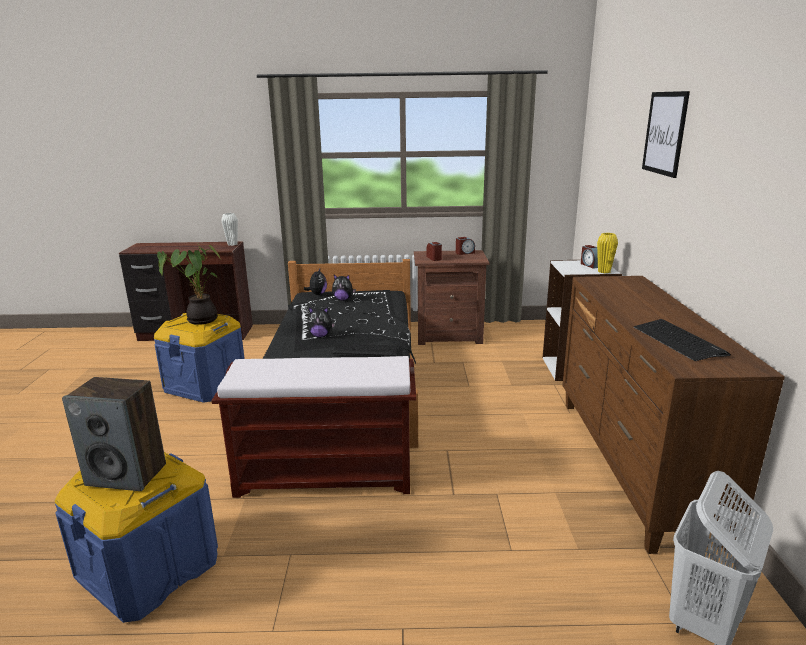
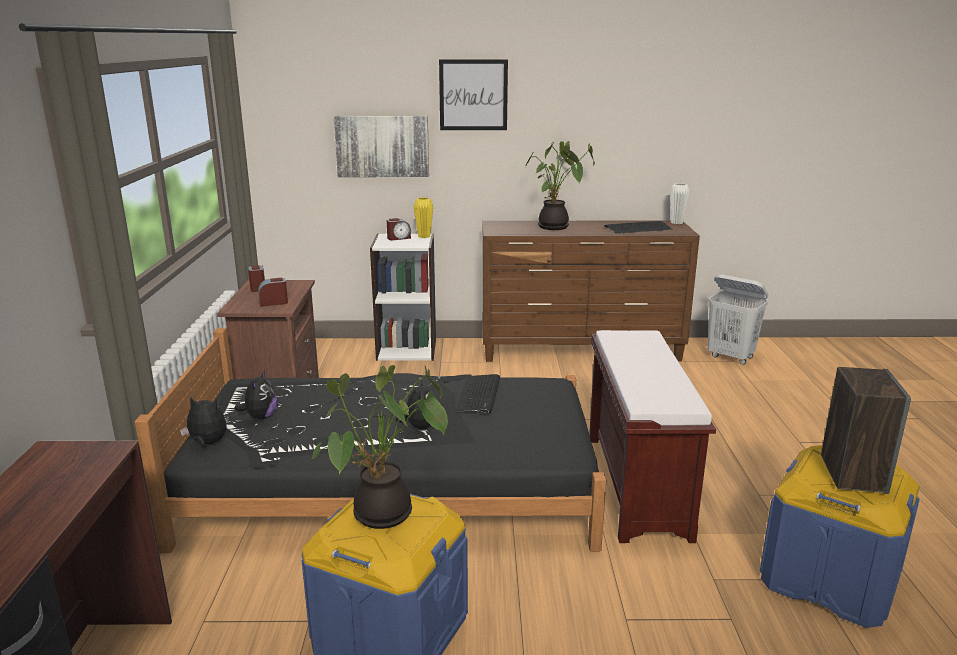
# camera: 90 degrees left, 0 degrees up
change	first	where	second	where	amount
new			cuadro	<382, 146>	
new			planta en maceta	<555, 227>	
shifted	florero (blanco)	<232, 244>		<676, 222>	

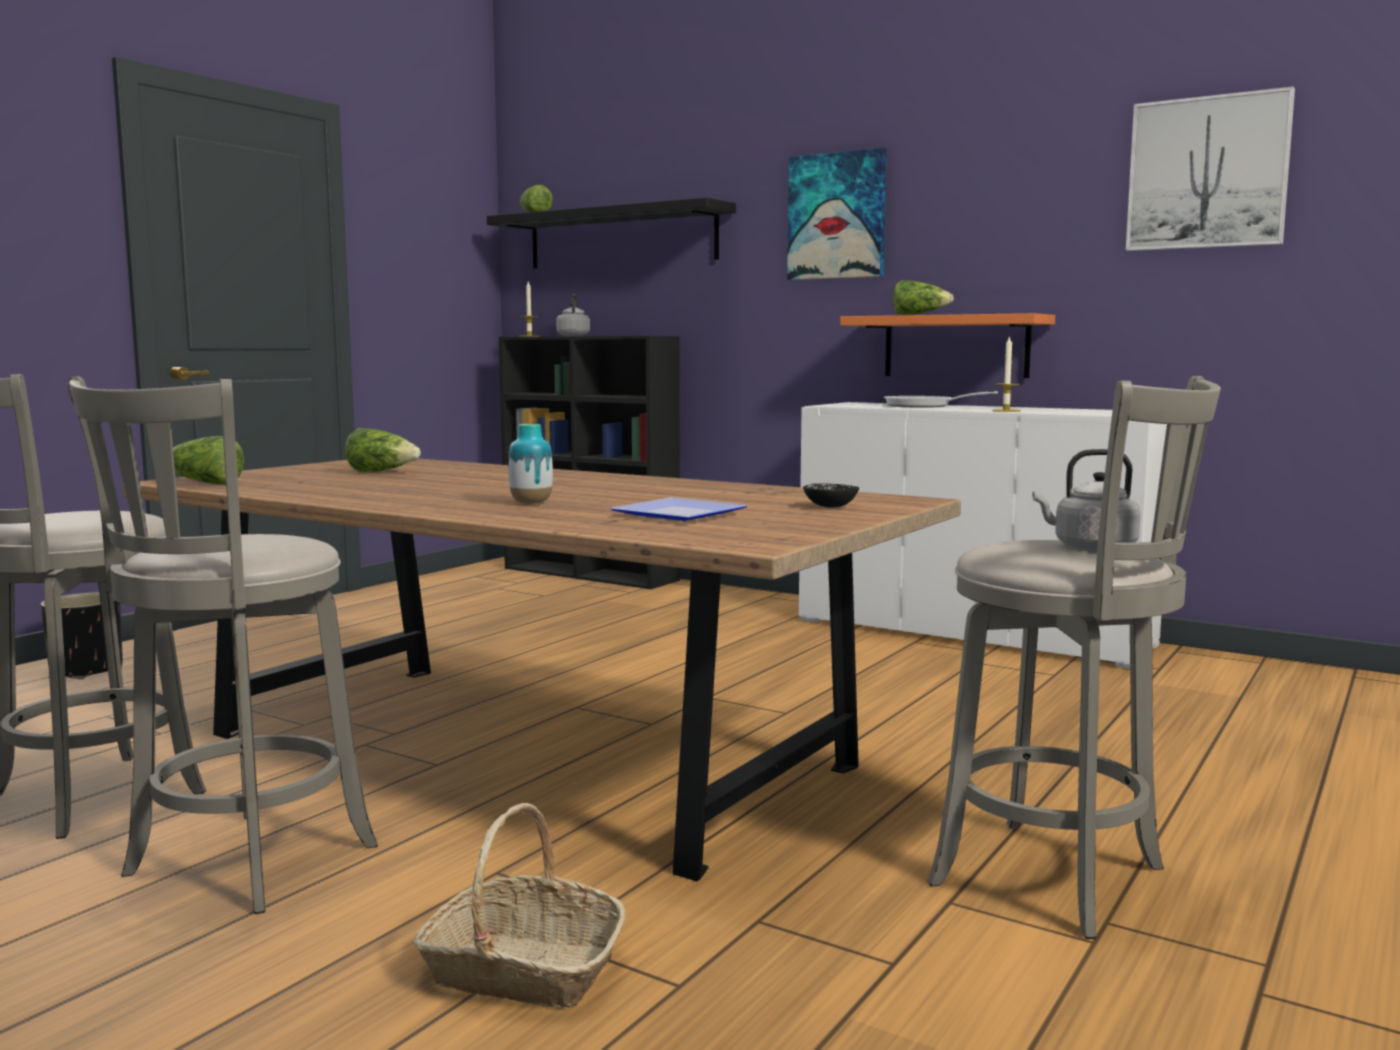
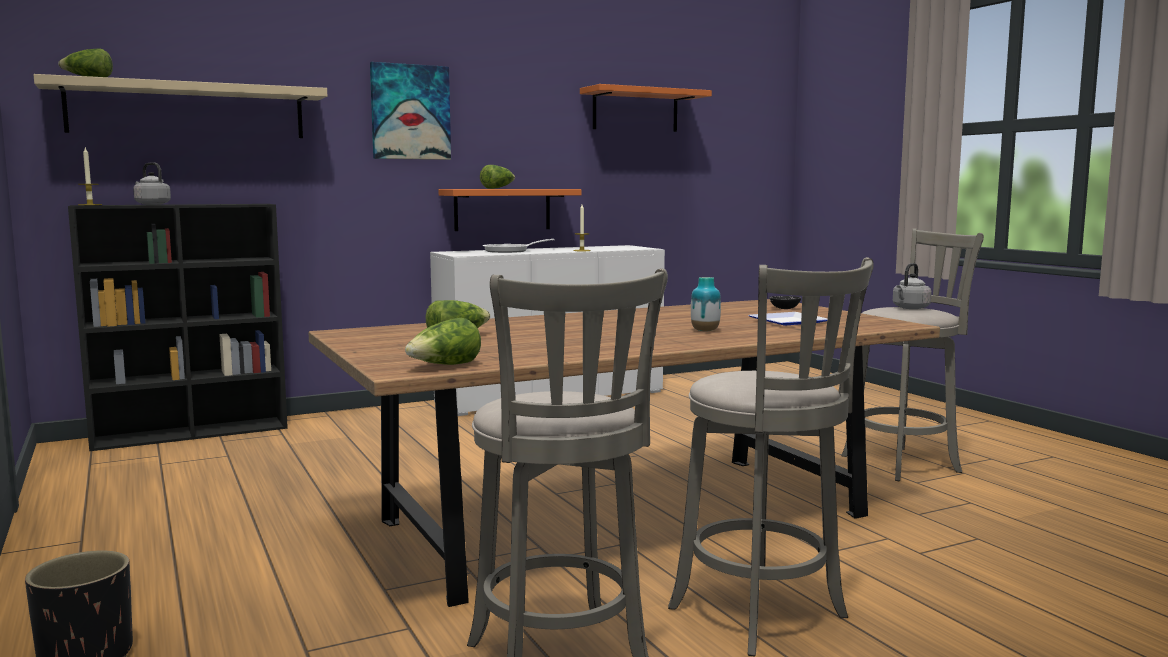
# camera: 60 degrees left, 0 degrees up
change	first	where	second	where	amount
gone	cesta	<522, 969>			
swapped	cuadro	<1207, 173>	estante (naranja)	<635, 110>	
repainted	estante (negro)	<621, 238>	estante (beis)	<188, 111>	

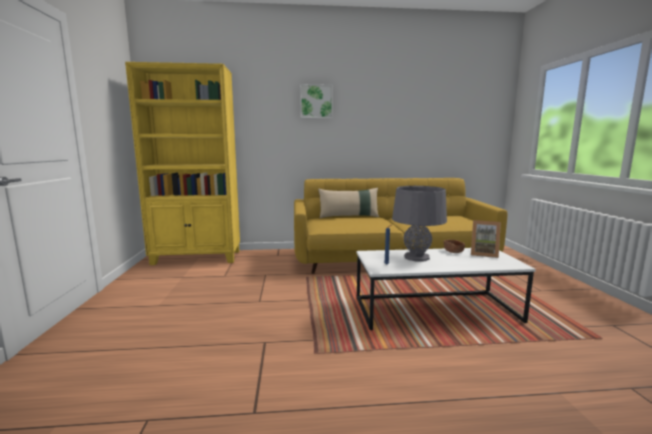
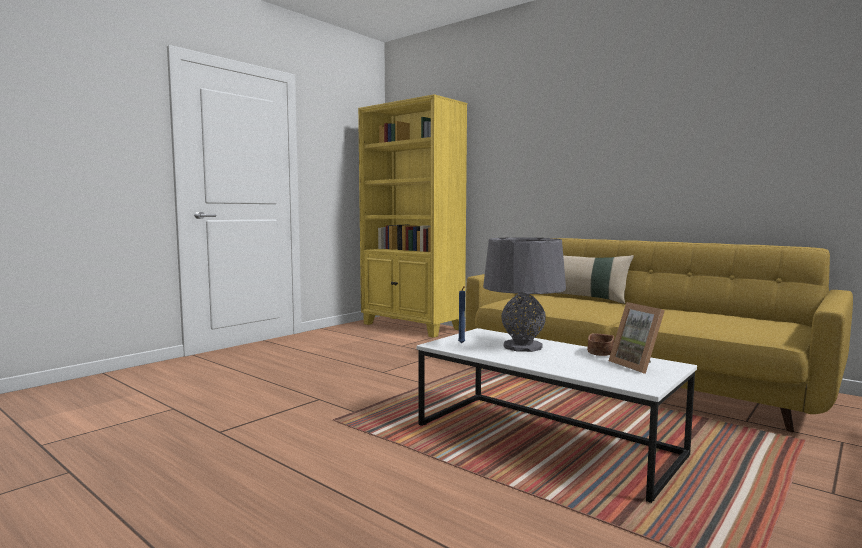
# camera: 45 degrees right, 5 degrees down
change	first	where	second	where	amount
gone	cuadro	<316, 101>			

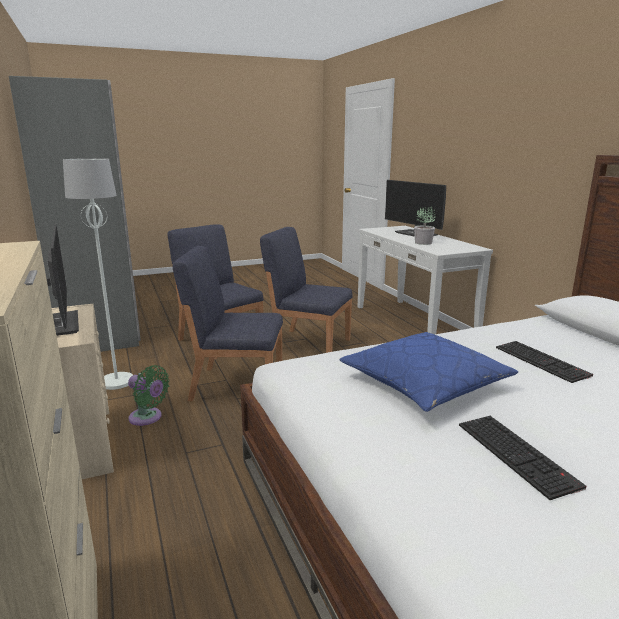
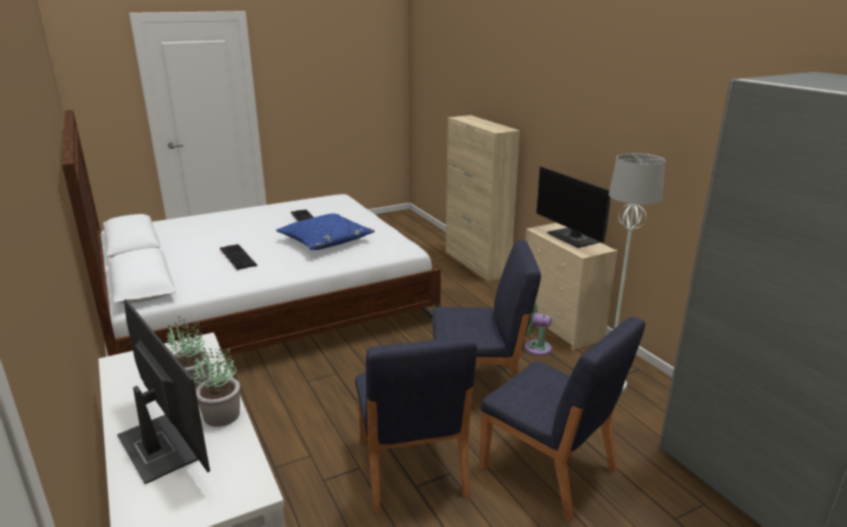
# camera: 175 degrees right, 5 degrees up
change	first	where	second	where	amount
new			planta en maceta	<222, 415>	
rotated	silla (azul)	<308, 344>		<411, 468>	60 degrees clockwise

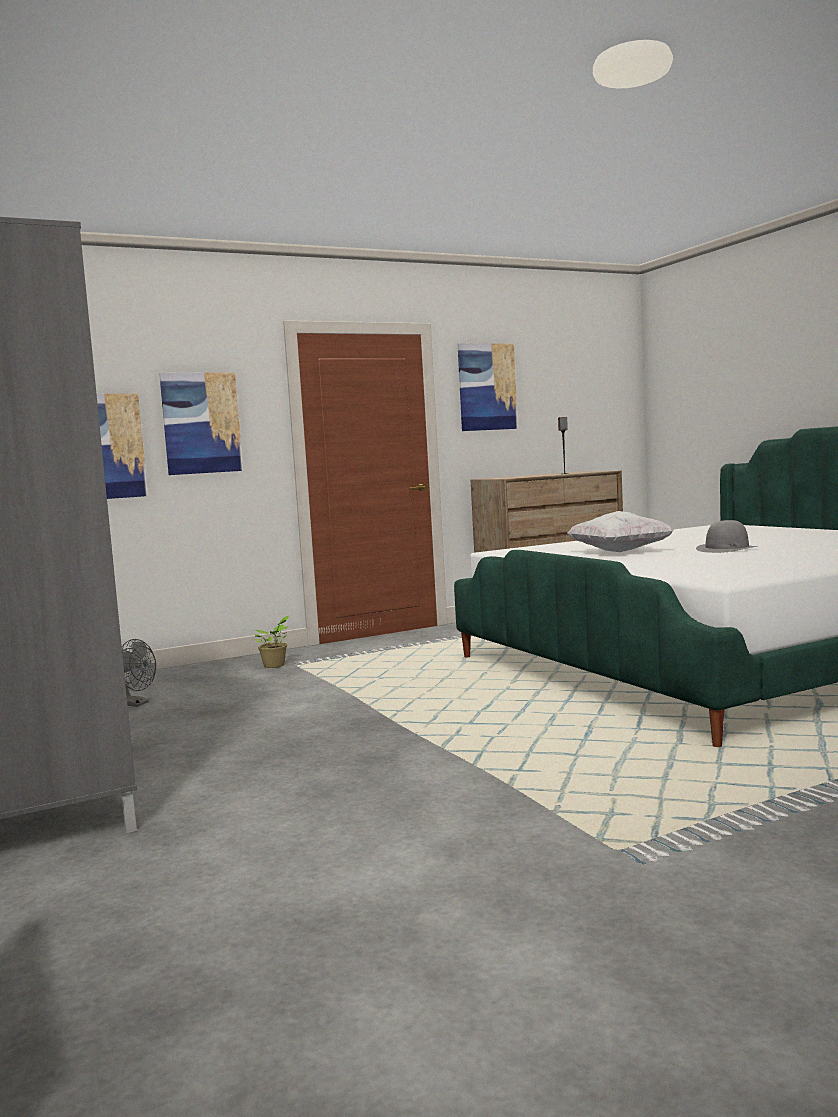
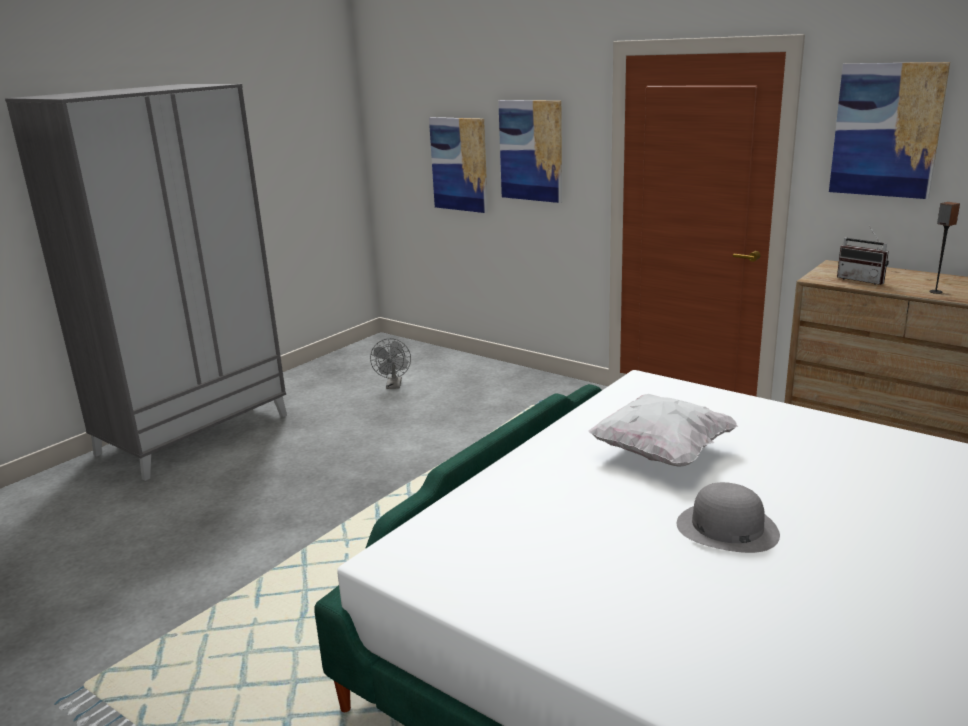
# camera: 65 degrees right, 15 degrees up
change	first	where	second	where	amount
gone	planta en maceta	<275, 666>			
new			radio	<863, 280>	

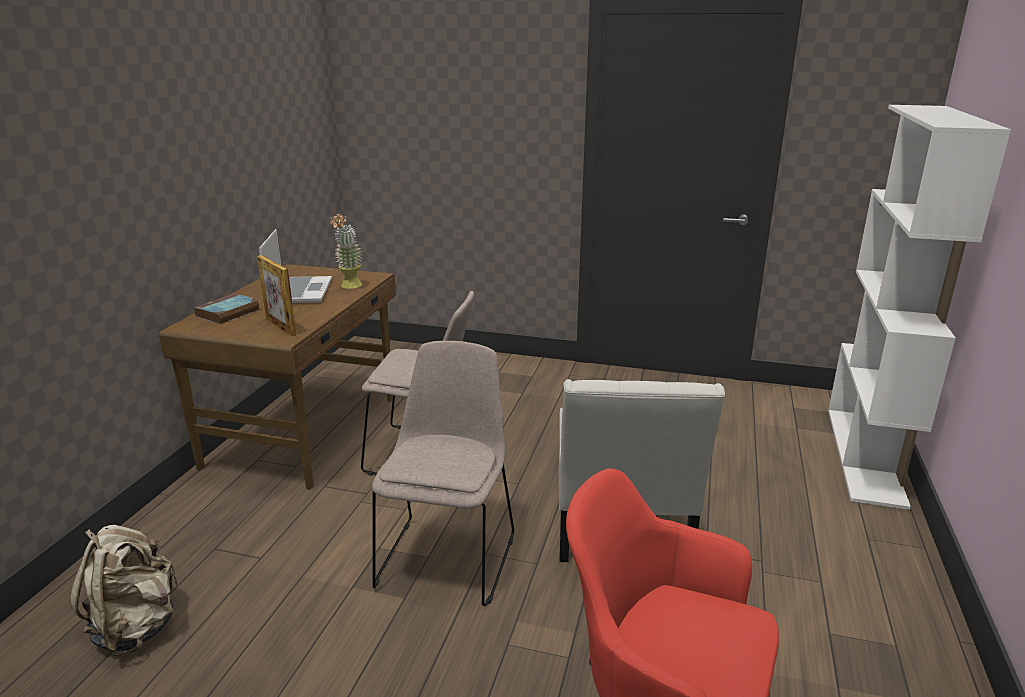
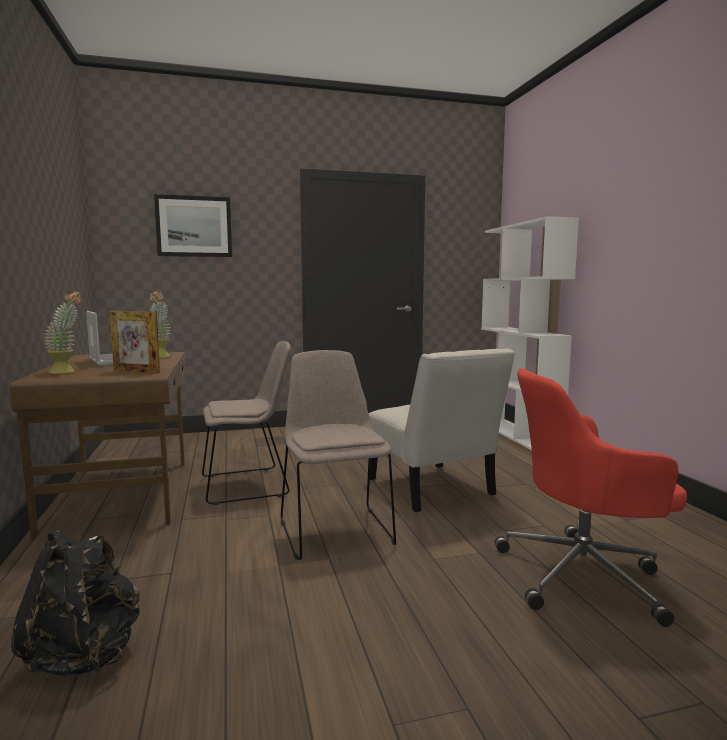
# camera: 30 degrees left, 15 degrees down
change	first	where	second	where	amount
new			cuadro	<194, 226>	
swapped	libro	<227, 313>	planta en maceta	<68, 372>	
repainted	mochila (beis)	<136, 626>	mochila (negro)	<85, 654>	

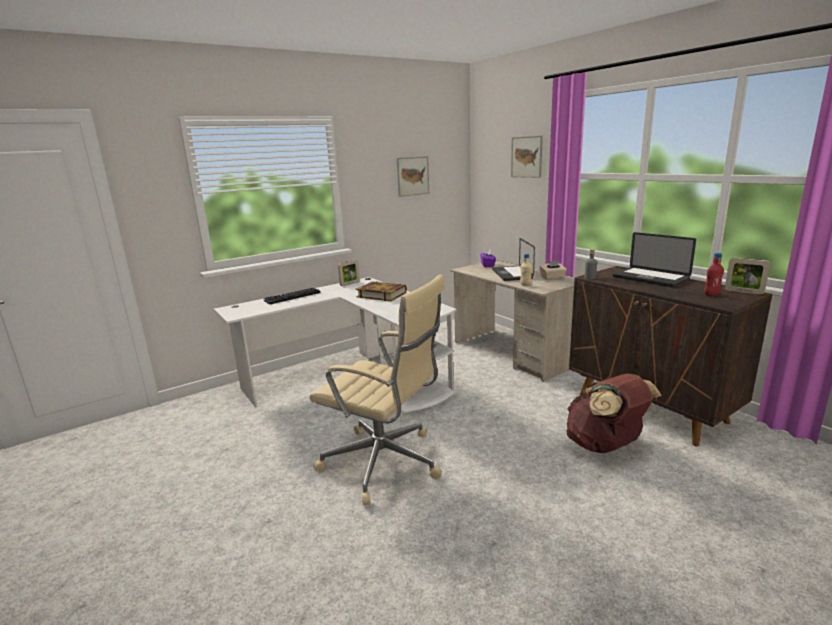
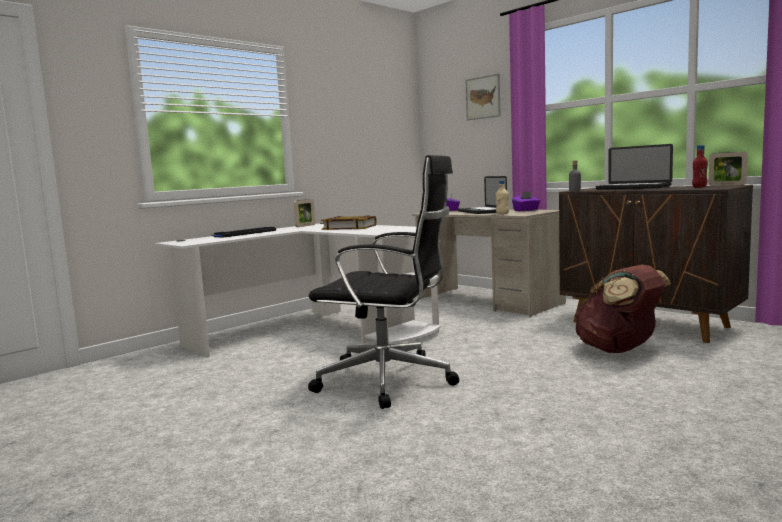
# camera: 10 degrees left, 10 degrees down
change	first	where	second	where	amount
gone	cuadro	<412, 176>			
repainted	silla de oficina (beis)	<385, 463>	silla de oficina (negro)	<390, 380>	
repainted	caja de pañuelos (beis)	<552, 278>	caja de pañuelos (morado)	<526, 210>	

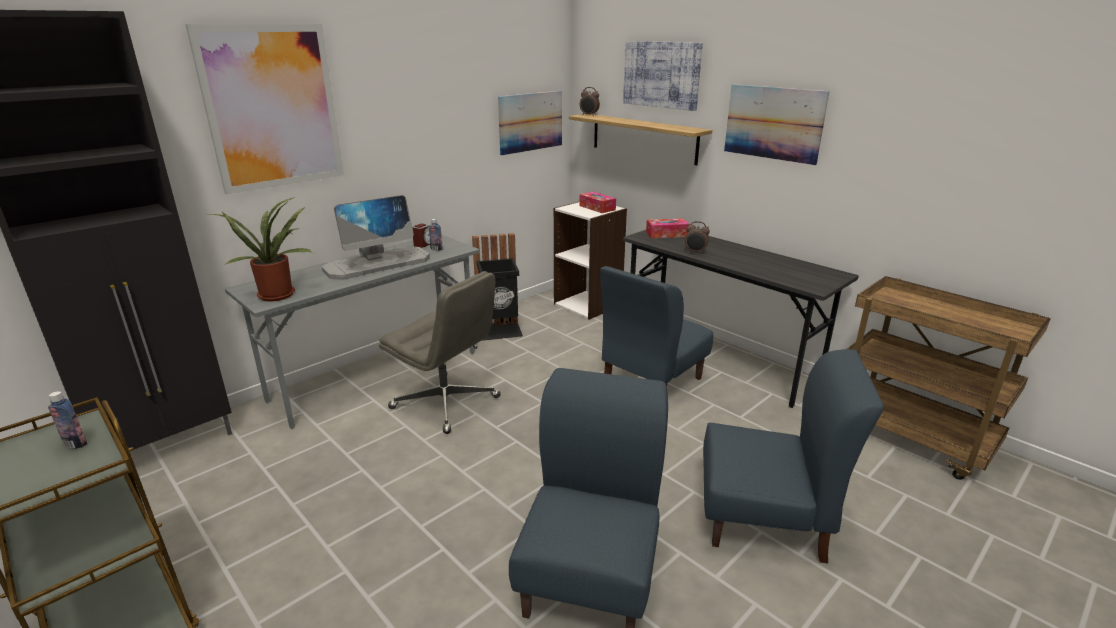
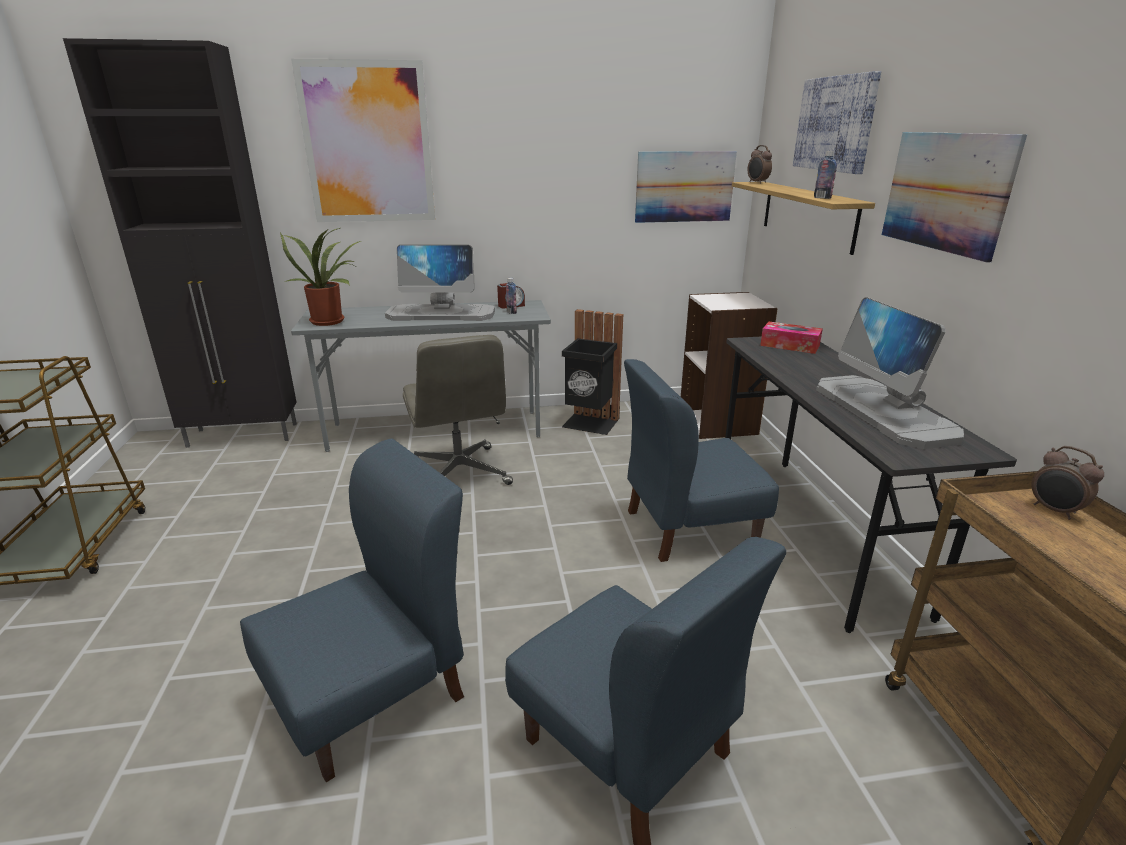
# camera: 35 degrees right, 0 degrees up
change	first	where	second	where	amount
gone	caja de pañuelos	<597, 208>			
new			monitor	<884, 411>	
shifted	botella	<75, 444>		<822, 198>	
shifted	despertador	<695, 252>		<1054, 511>	

